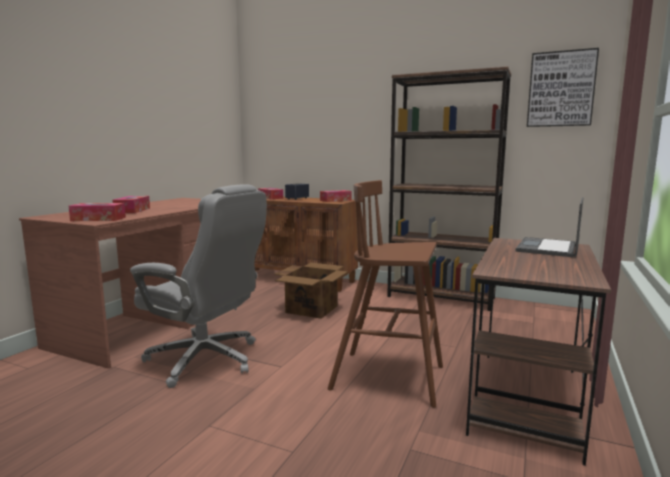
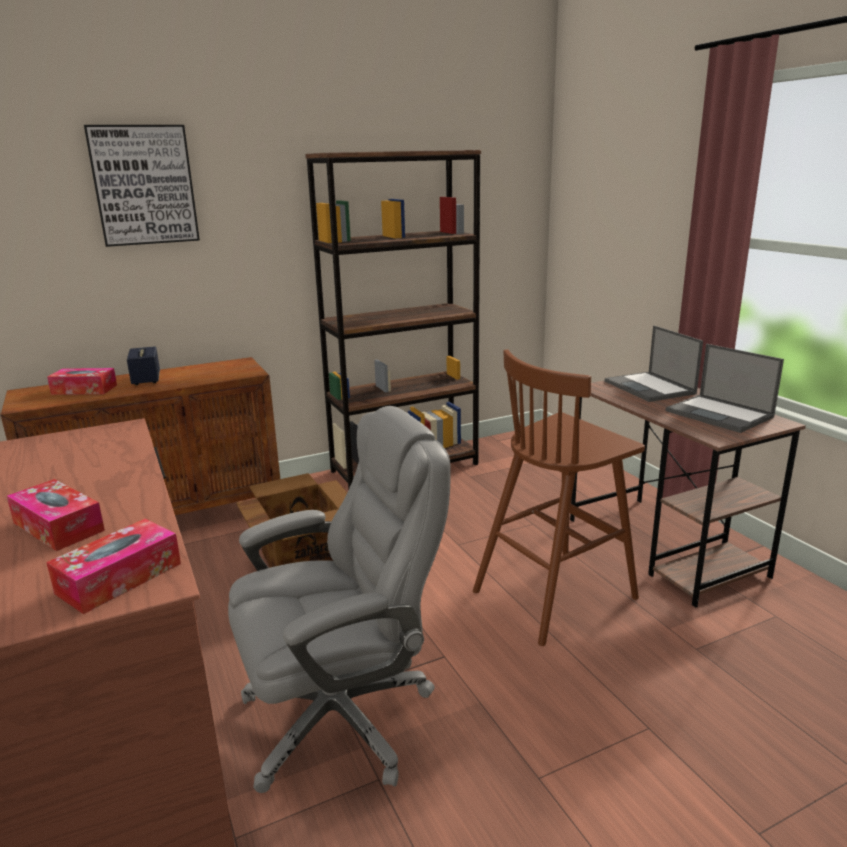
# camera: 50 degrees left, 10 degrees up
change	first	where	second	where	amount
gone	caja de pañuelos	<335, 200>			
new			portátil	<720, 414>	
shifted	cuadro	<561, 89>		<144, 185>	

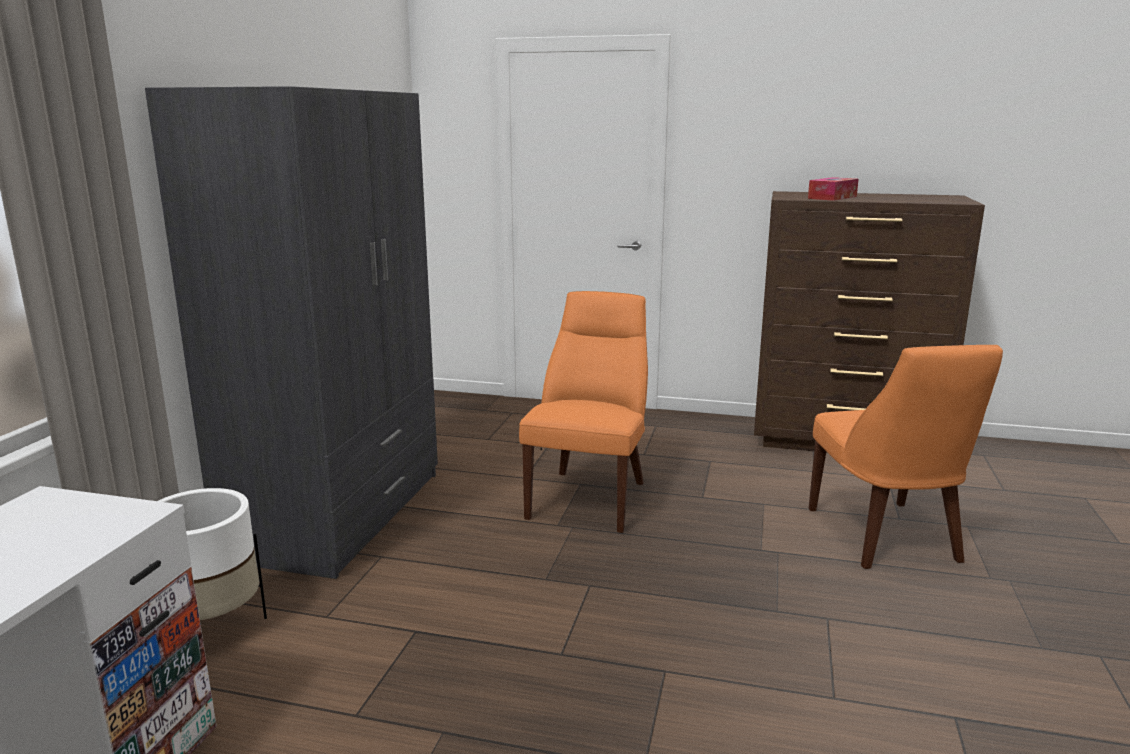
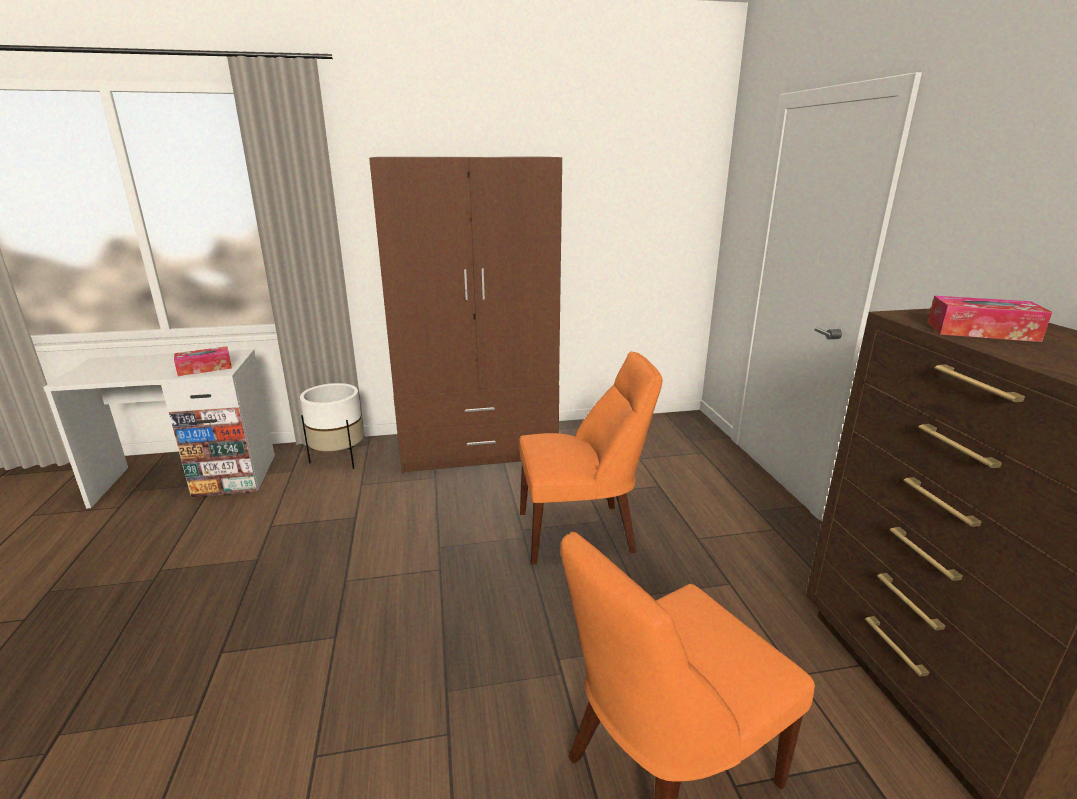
# camera: 65 degrees right, 5 degrees up
change	first	where	second	where	amount
new			caja de pañuelos	<205, 368>	
repainted	armario ropero (gris)	<340, 513>	armario ropero (marrón)	<478, 447>	

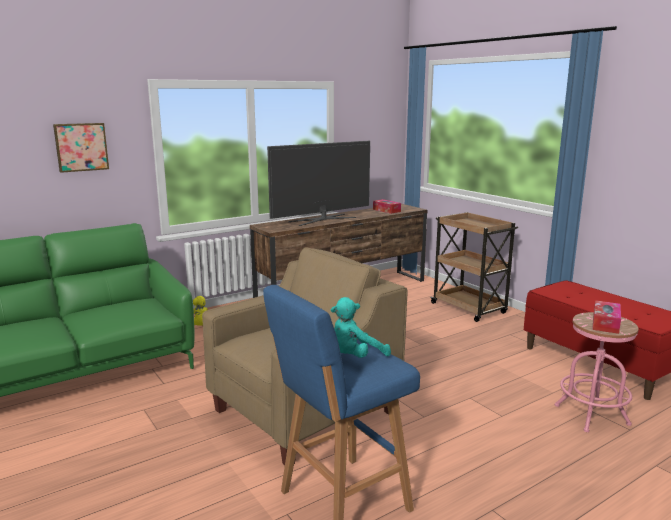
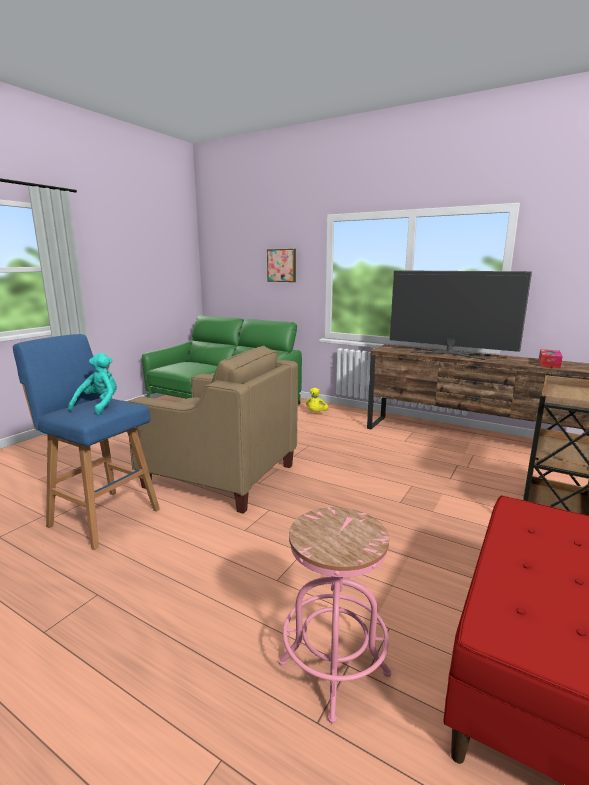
# camera: 65 degrees right, 0 degrees up
change	first	where	second	where	amount
gone	caja de pañuelos	<605, 323>			
rotated	peluche (turquesa)	<354, 357>		<99, 406>	75 degrees clockwise

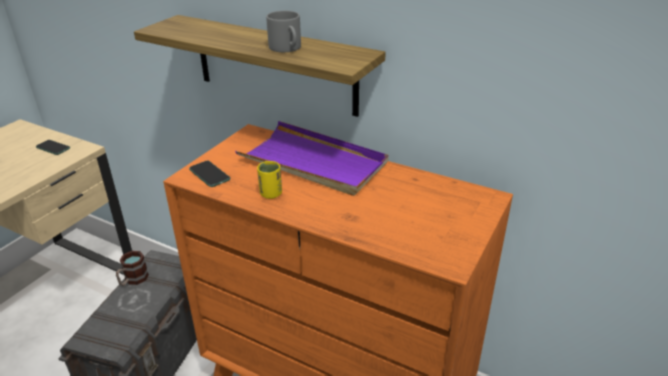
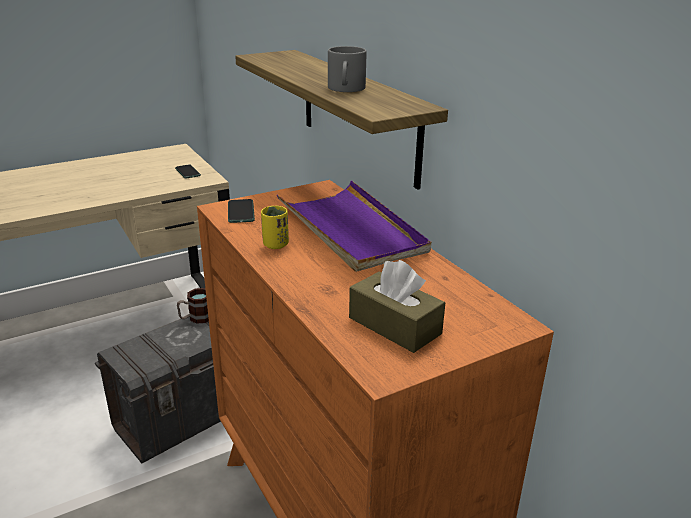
# camera: 30 degrees right, 5 degrees down
change	first	where	second	where	amount
new			caja de pañuelos (marrón)	<394, 326>	

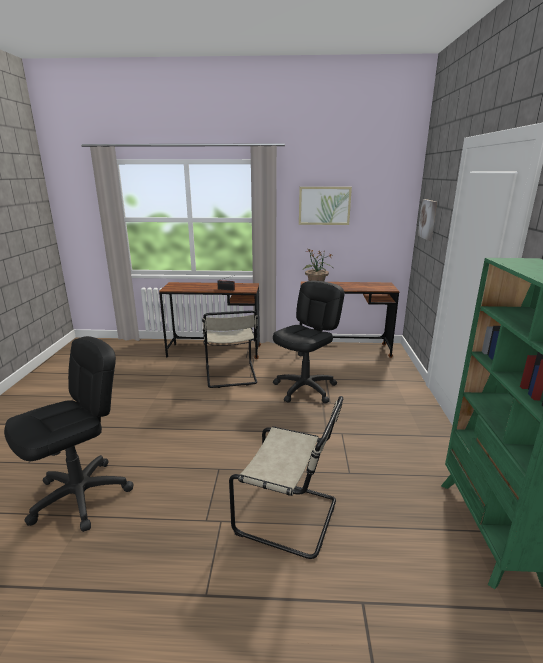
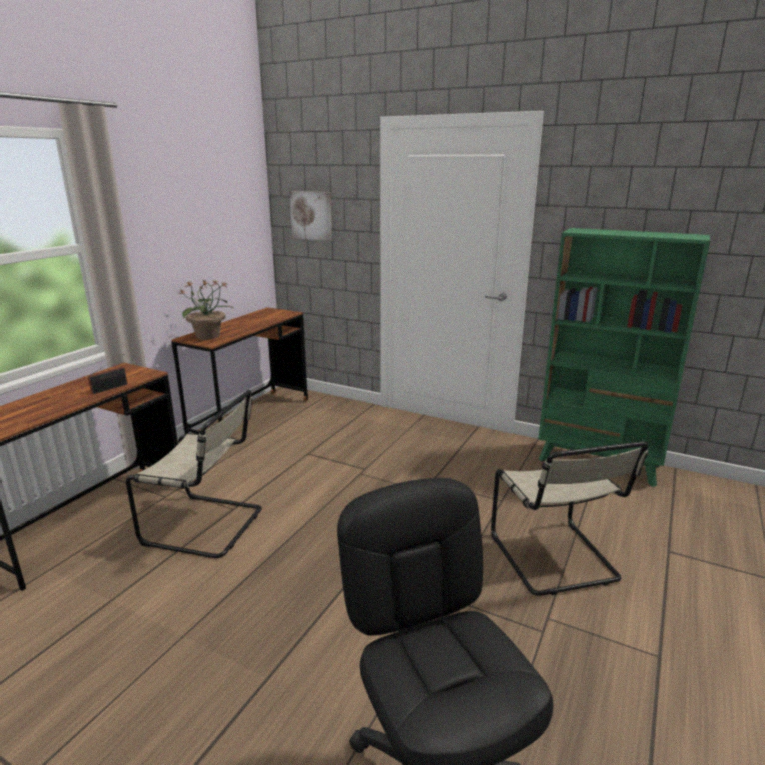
# camera: 65 degrees left, 0 degrees up
change	first	where	second	where	amount
gone	silla de oficina (negro)	<305, 389>			
gone	cuadro	<324, 205>			
rotated	silla (beis)	<290, 516>		<555, 560>	120 degrees clockwise

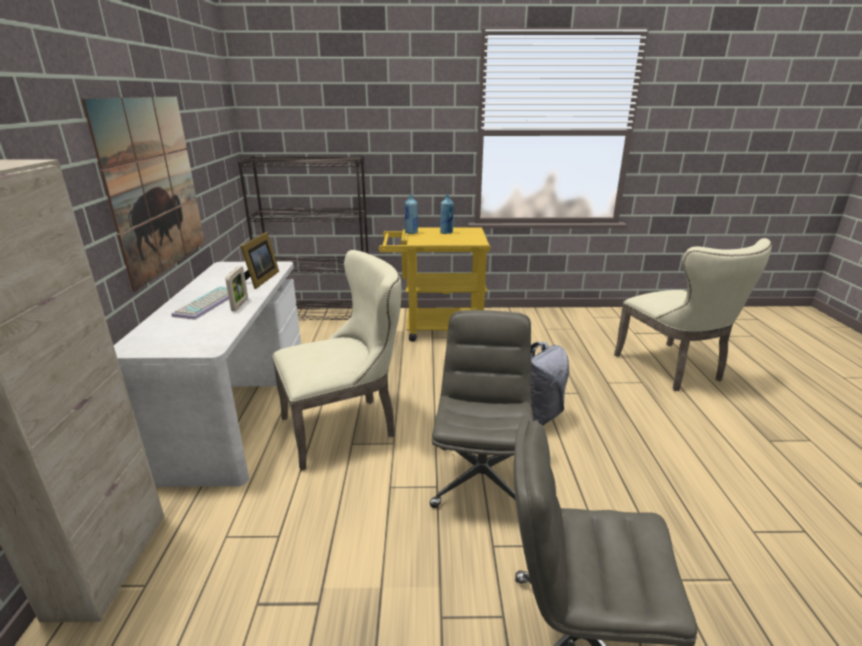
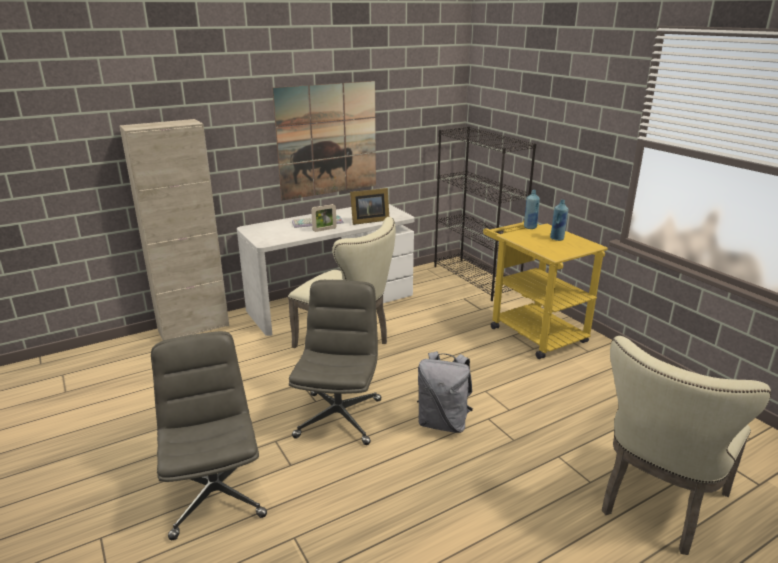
# camera: 60 degrees right, 0 degrees up
change	first	where	second	where	amount
rotated	silla de oficina (gris)	<481, 478>		<338, 417>	60 degrees counterclockwise

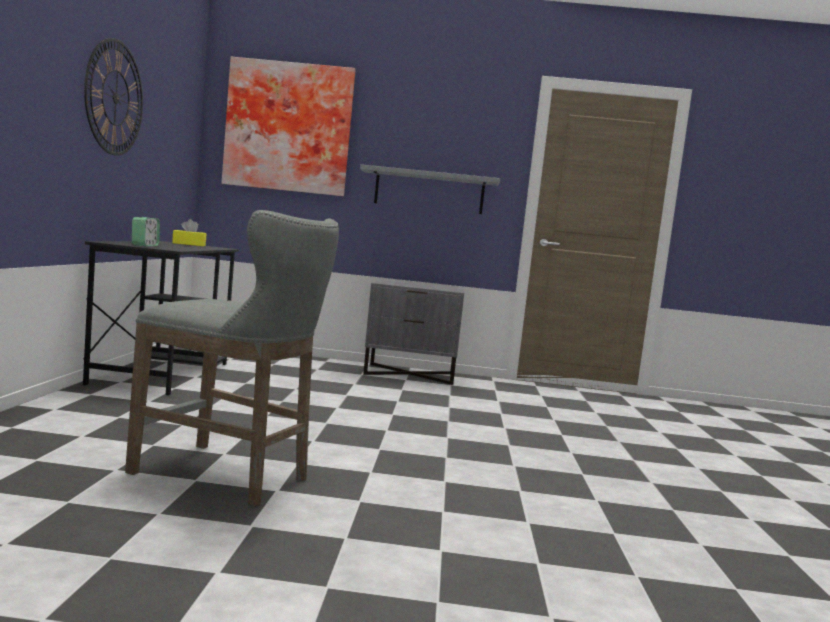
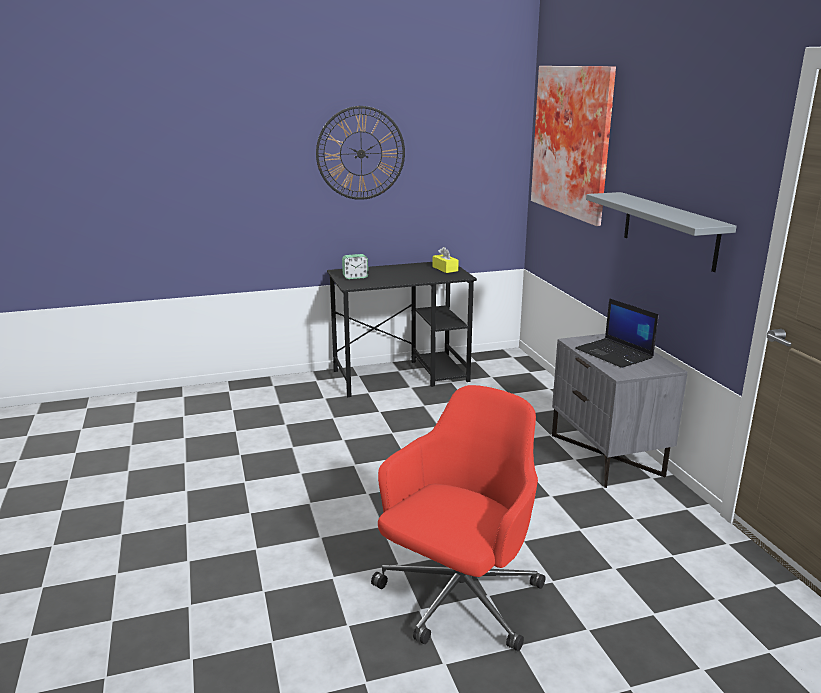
# camera: 70 degrees right, 15 degrees up
change	first	where	second	where	amount
gone	taburete (gris)	<229, 477>			
new			silla de oficina (rojo)	<458, 599>	
new			portátil	<615, 354>	

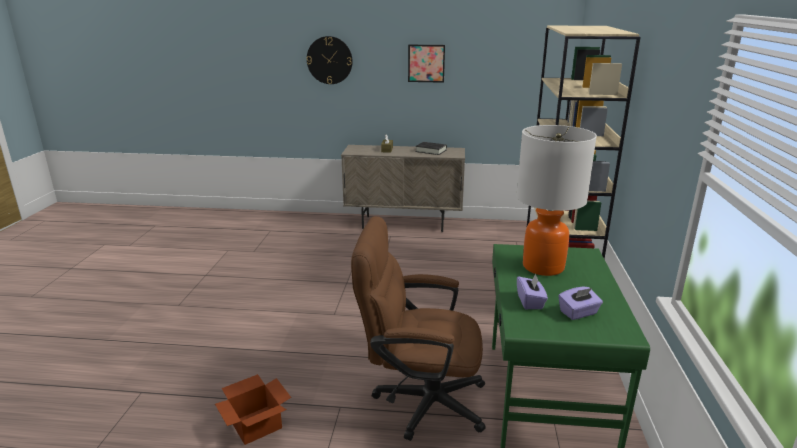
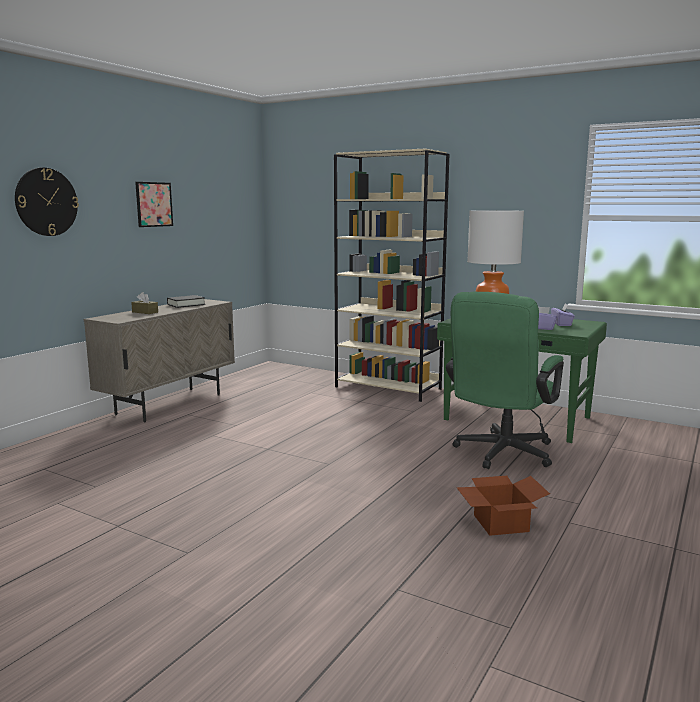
# camera: 65 degrees left, 10 degrees down
change	first	where	second	where	amount
repainted	silla de oficina (marrón)	<419, 400>	silla de oficina (verde)	<500, 454>	

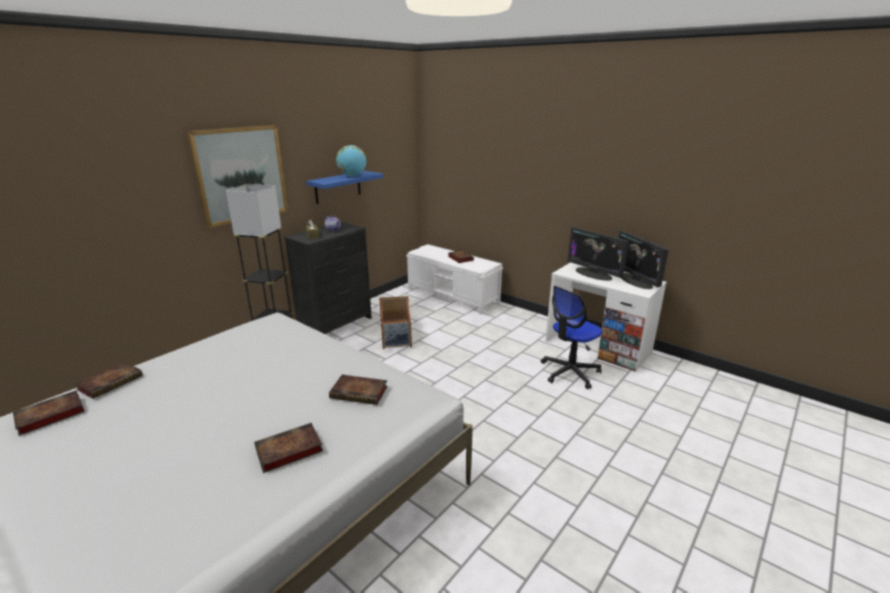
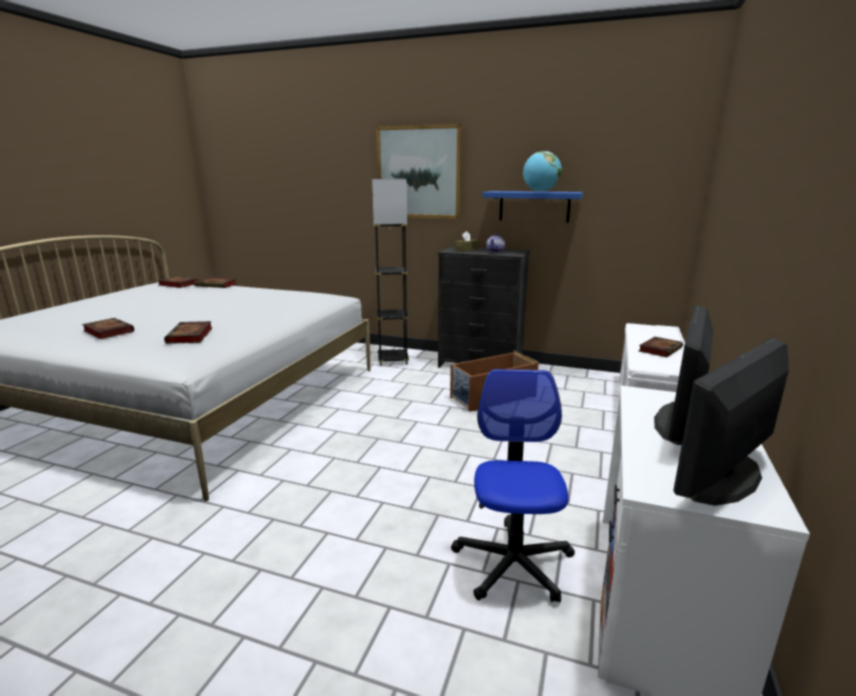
# camera: 70 degrees right, 5 degrees down
change	first	where	second	where	amount
rotated	silla de oficina	<569, 372>		<513, 563>	60 degrees clockwise

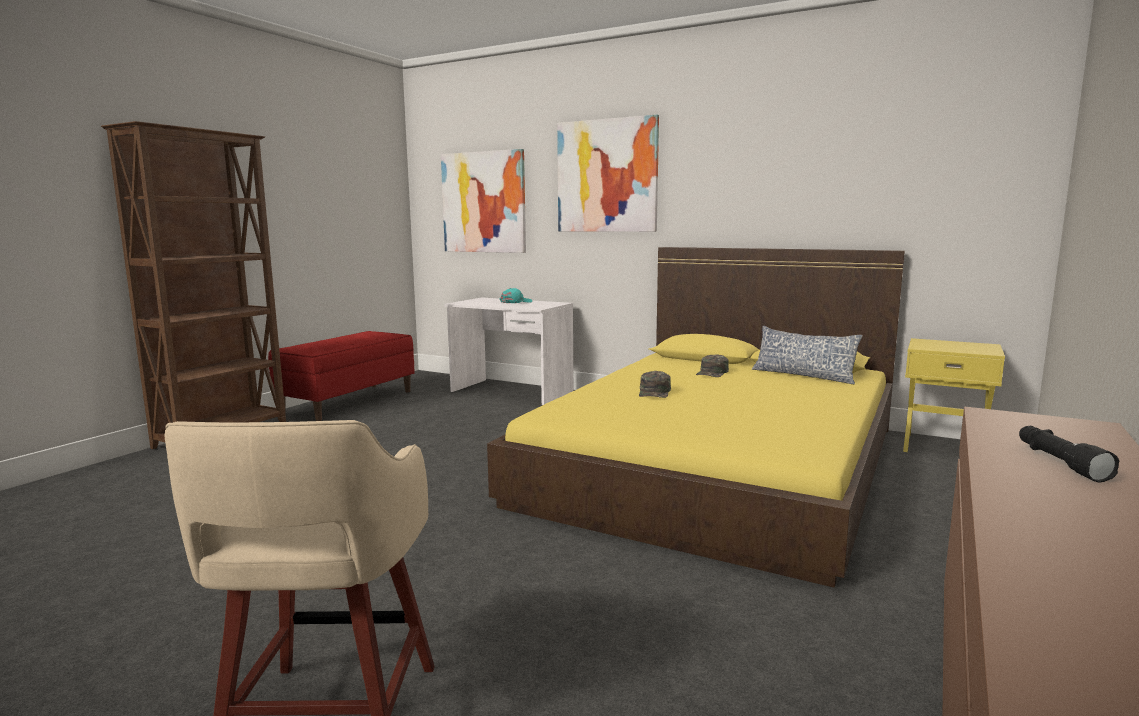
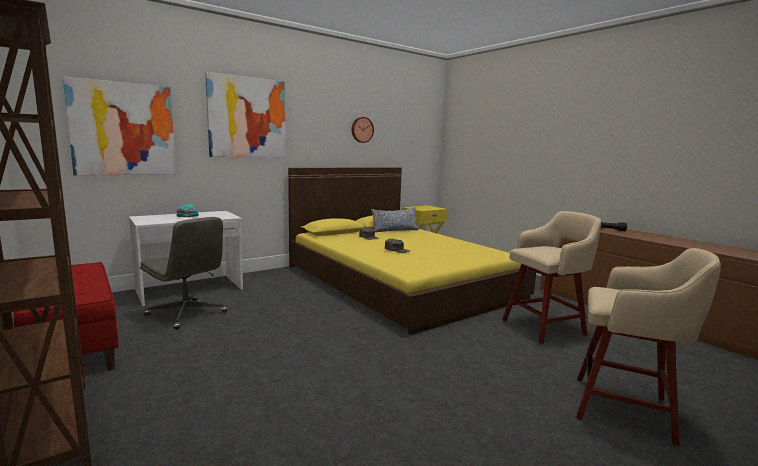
# camera: 65 degrees left, 0 degrees up
change	first	where	second	where	amount
new			silla de oficina (gris)	<187, 314>	
new			reloj de pared	<362, 130>	
new			taburete (beis)	<545, 327>	

